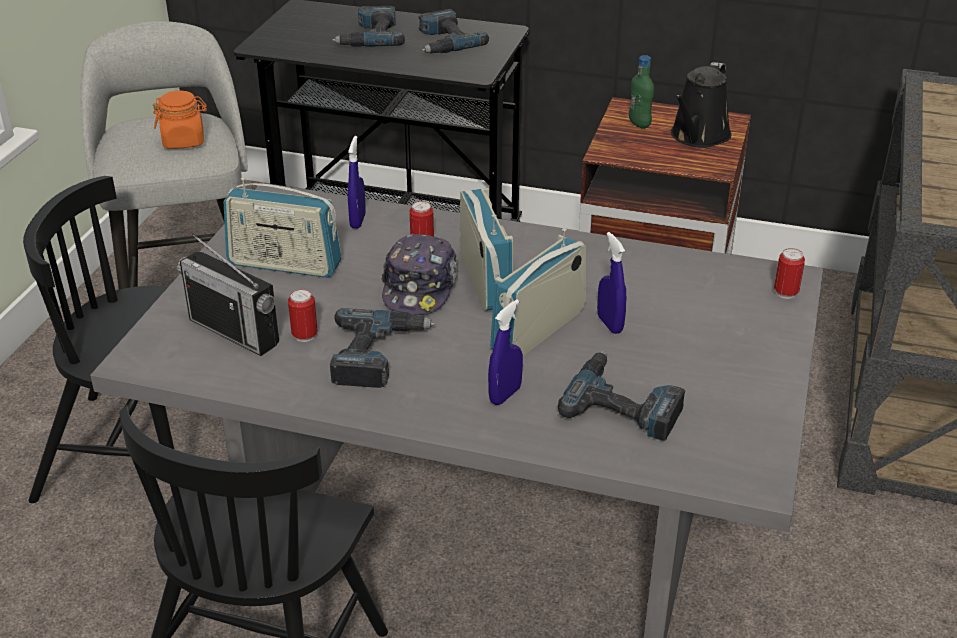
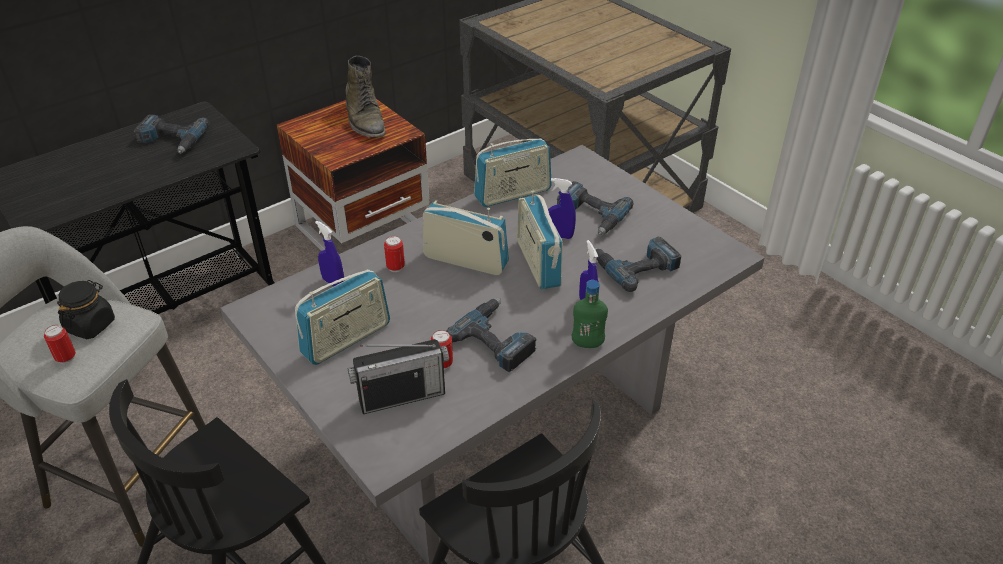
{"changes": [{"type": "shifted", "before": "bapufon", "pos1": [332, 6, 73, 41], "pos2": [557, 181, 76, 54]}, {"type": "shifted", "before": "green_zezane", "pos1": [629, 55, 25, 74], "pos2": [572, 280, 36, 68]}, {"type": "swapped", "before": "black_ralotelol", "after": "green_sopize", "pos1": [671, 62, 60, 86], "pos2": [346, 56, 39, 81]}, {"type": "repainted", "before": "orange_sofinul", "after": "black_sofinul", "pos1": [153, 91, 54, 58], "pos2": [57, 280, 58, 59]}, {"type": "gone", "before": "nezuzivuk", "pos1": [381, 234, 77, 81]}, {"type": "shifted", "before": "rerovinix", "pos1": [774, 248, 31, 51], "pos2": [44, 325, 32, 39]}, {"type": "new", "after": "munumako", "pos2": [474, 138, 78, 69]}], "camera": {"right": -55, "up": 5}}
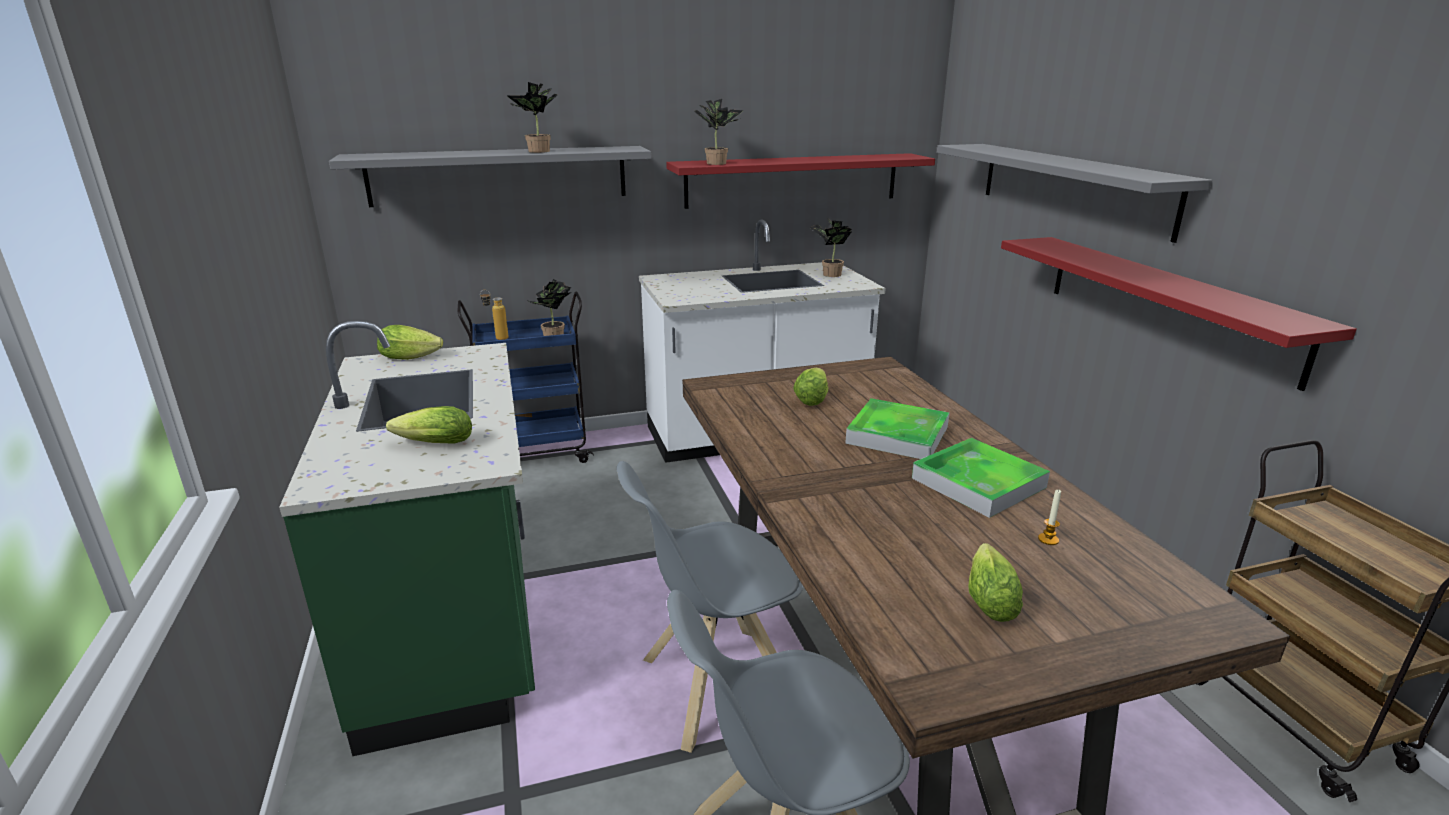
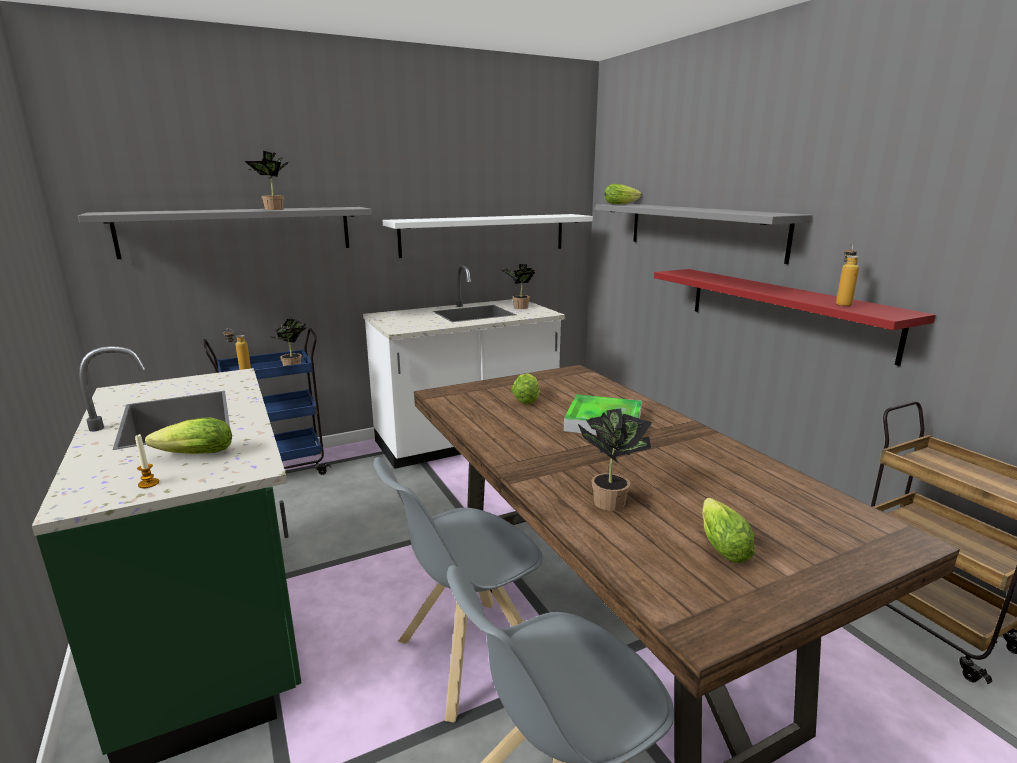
{"changes": [{"type": "shifted", "before": "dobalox", "pos1": [694, 99, 50, 66], "pos2": [578, 408, 74, 103]}, {"type": "repainted", "before": "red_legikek", "after": "white_legikek", "pos1": [666, 153, 269, 56], "pos2": [383, 214, 210, 44]}, {"type": "shifted", "before": "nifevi", "pos1": [377, 325, 66, 35], "pos2": [604, 184, 37, 20]}, {"type": "gone", "before": "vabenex", "pos1": [912, 438, 138, 80]}, {"type": "shifted", "before": "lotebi", "pos1": [1038, 489, 23, 56], "pos2": [135, 434, 24, 54]}, {"type": "new", "after": "zezane", "pos2": [836, 244, 23, 62]}], "camera": {"right": -10, "up": -5}}
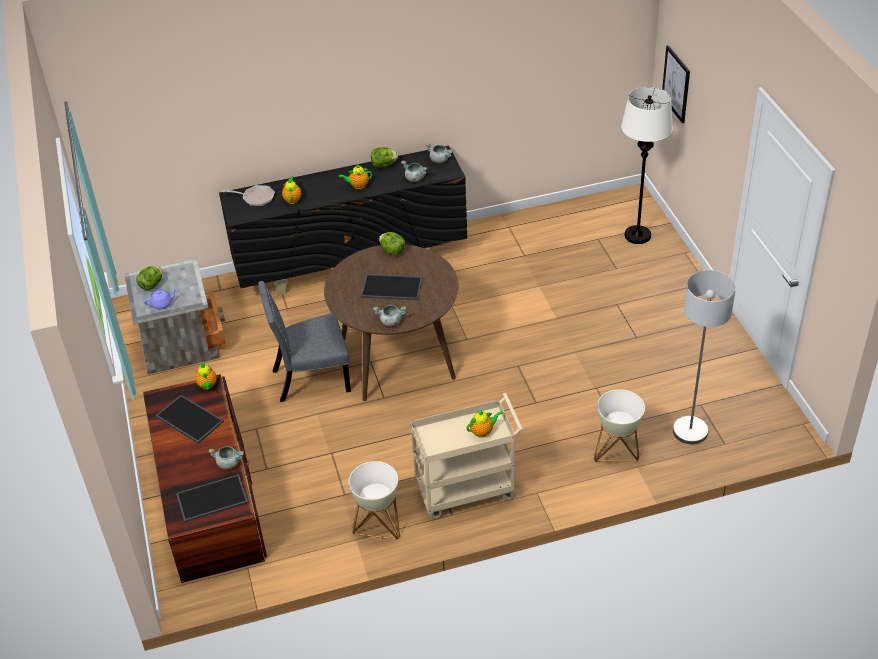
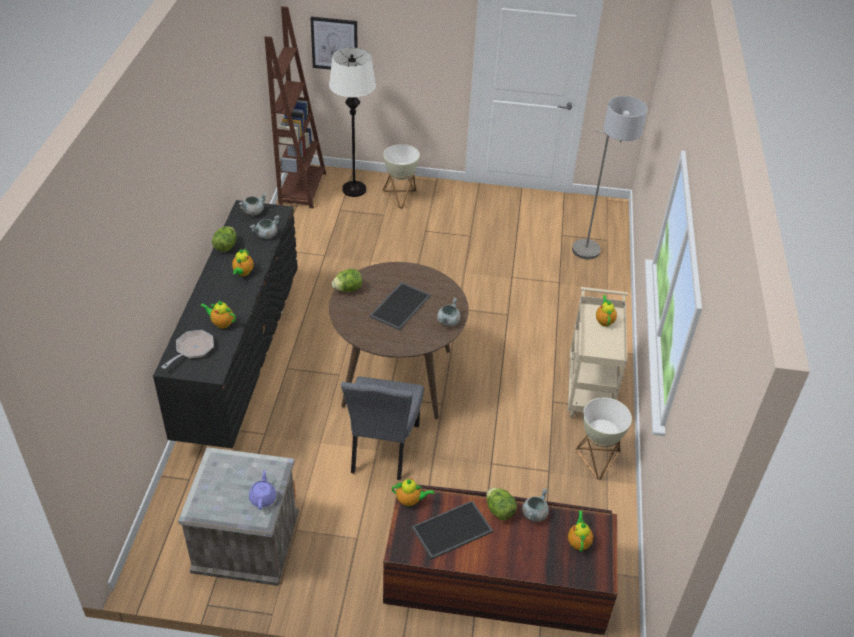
{"changes": [{"type": "shifted", "before": "nifevi", "pos1": [136, 266, 27, 24], "pos2": [486, 488, 31, 32]}, {"type": "shifted", "before": "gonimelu", "pos1": [594, 389, 51, 73], "pos2": [382, 144, 38, 65]}, {"type": "swapped", "before": "vabenex", "after": "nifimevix", "pos1": [176, 474, 72, 48], "pos2": [568, 511, 25, 41]}, {"type": "new", "after": "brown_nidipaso", "pos2": [265, 6, 61, 202]}], "camera": {"right": -70, "up": 0}}
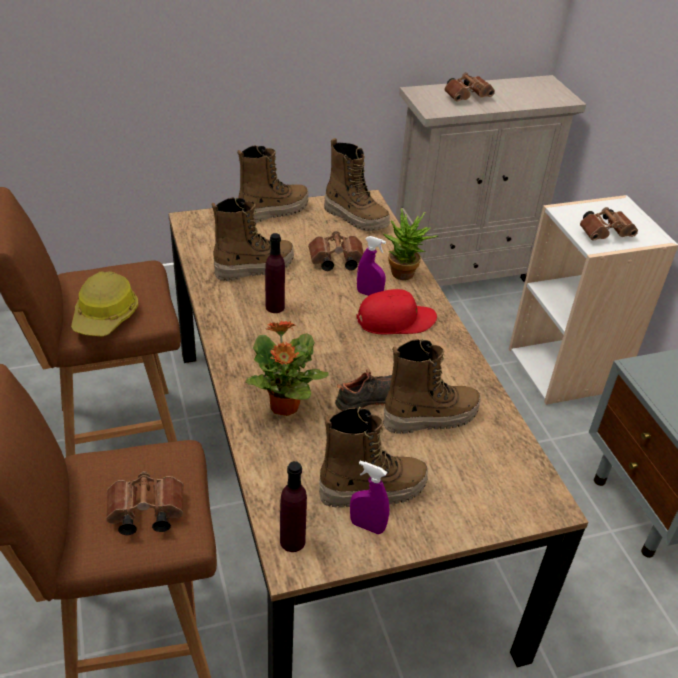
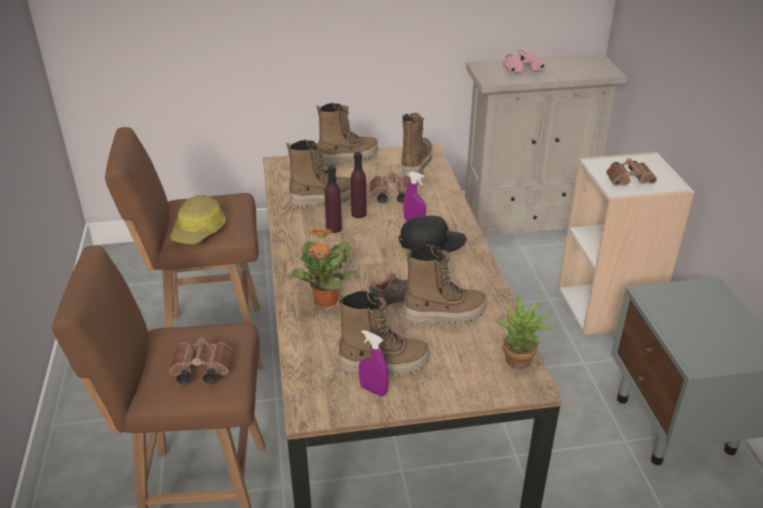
{"changes": [{"type": "repainted", "before": "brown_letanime", "after": "pink_letanime", "pos1": [445, 73, 50, 29], "pos2": [503, 50, 43, 23]}, {"type": "rotated", "before": "sopize", "pos1": [324, 138, 66, 93], "pos2": [401, 113, 31, 64], "turn": -120}, {"type": "shifted", "before": "dobalox", "pos1": [383, 208, 55, 72], "pos2": [496, 293, 62, 76]}, {"type": "repainted", "before": "red_nezuzivuk", "after": "black_nezuzivuk", "pos1": [356, 289, 81, 45], "pos2": [399, 216, 67, 36]}, {"type": "shifted", "before": "purple_zezane", "pos1": [280, 461, 27, 91], "pos2": [351, 152, 16, 66]}], "camera": {"right": 10, "up": -5}}
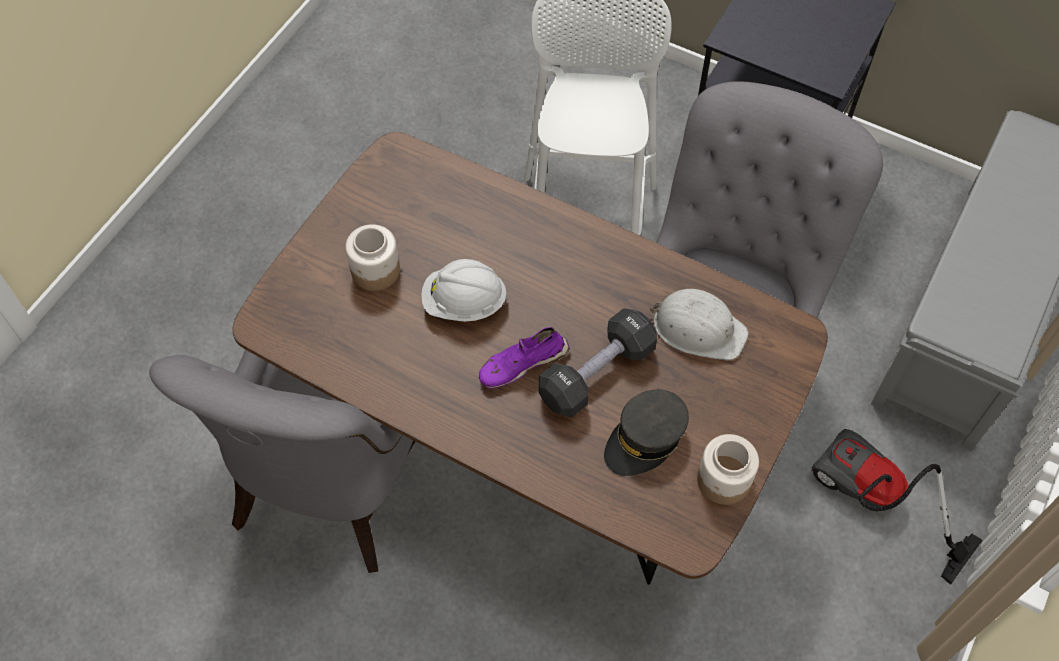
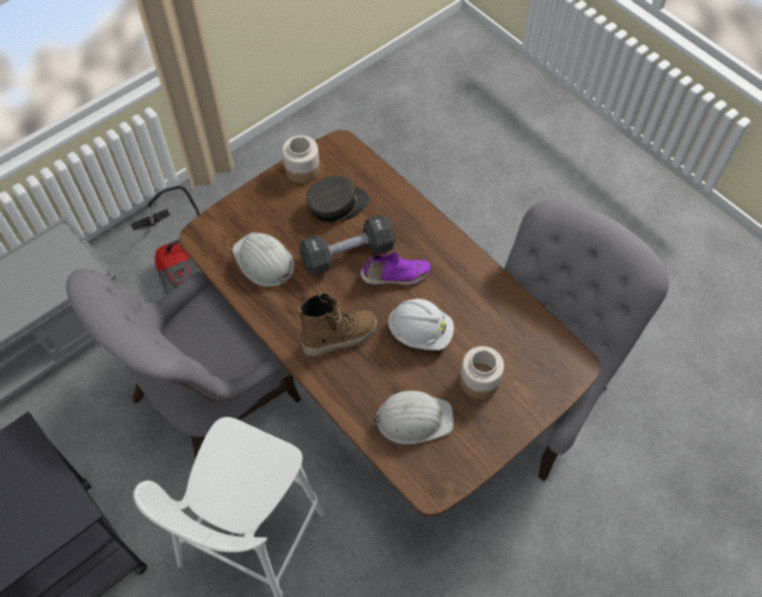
{"changes": [{"type": "new", "after": "sopize", "pos2": [297, 292, 80, 65]}, {"type": "new", "after": "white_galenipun", "pos2": [372, 391, 82, 53]}], "camera": {"right": -160, "up": 0}}
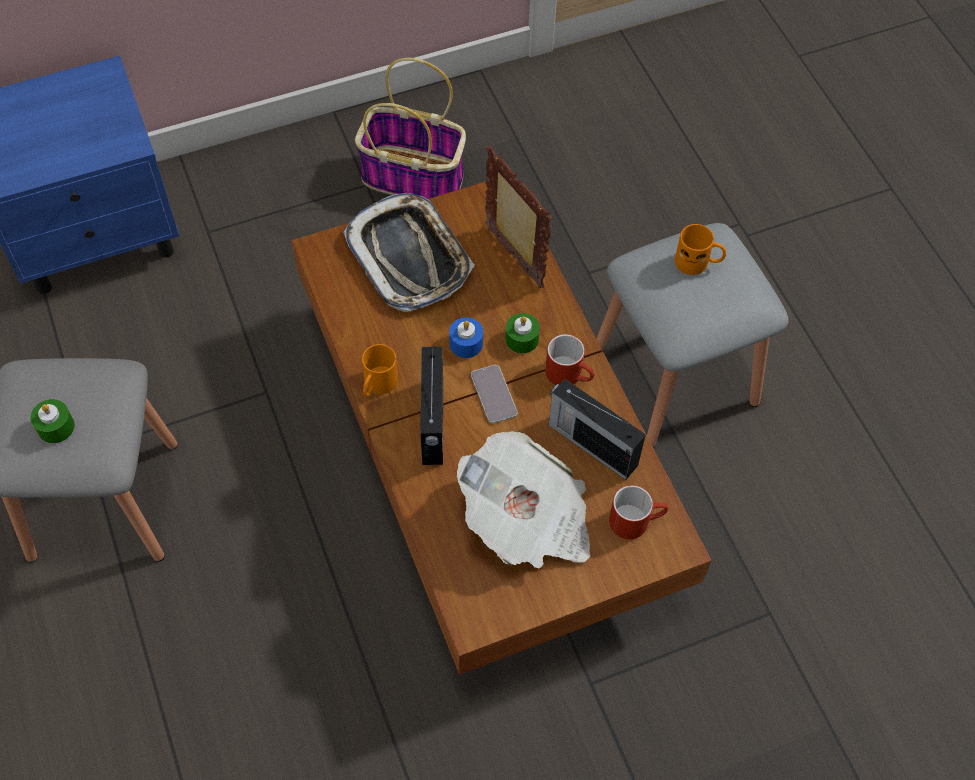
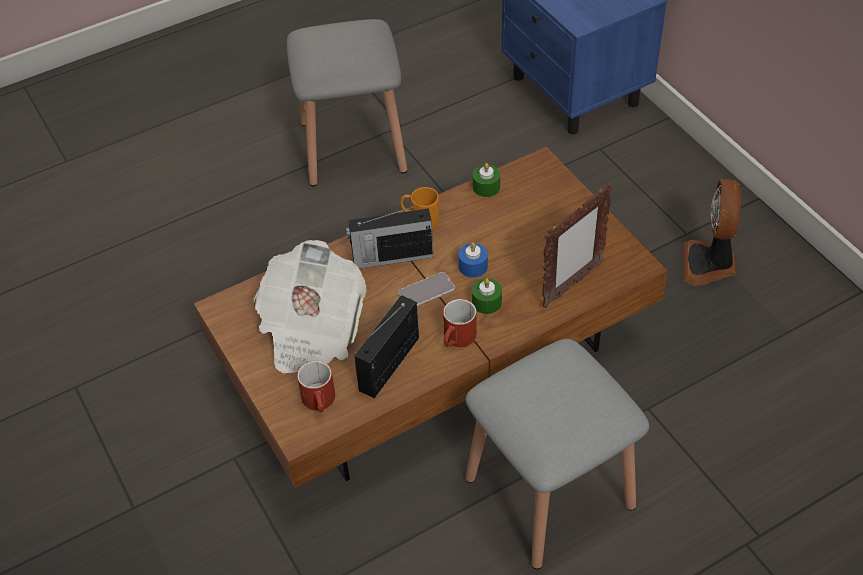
{"changes": [{"type": "swapped", "before": "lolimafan", "after": "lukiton", "pos1": [355, 58, 111, 141], "pos2": [683, 179, 58, 107]}, {"type": "gone", "before": "vabenex", "pos1": [343, 193, 131, 119]}, {"type": "gone", "before": "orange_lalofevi", "pos1": [675, 224, 51, 51]}, {"type": "shifted", "before": "green_lotebi", "pos1": [30, 399, 45, 44], "pos2": [473, 163, 27, 34]}], "camera": {"right": 85, "up": -10}}
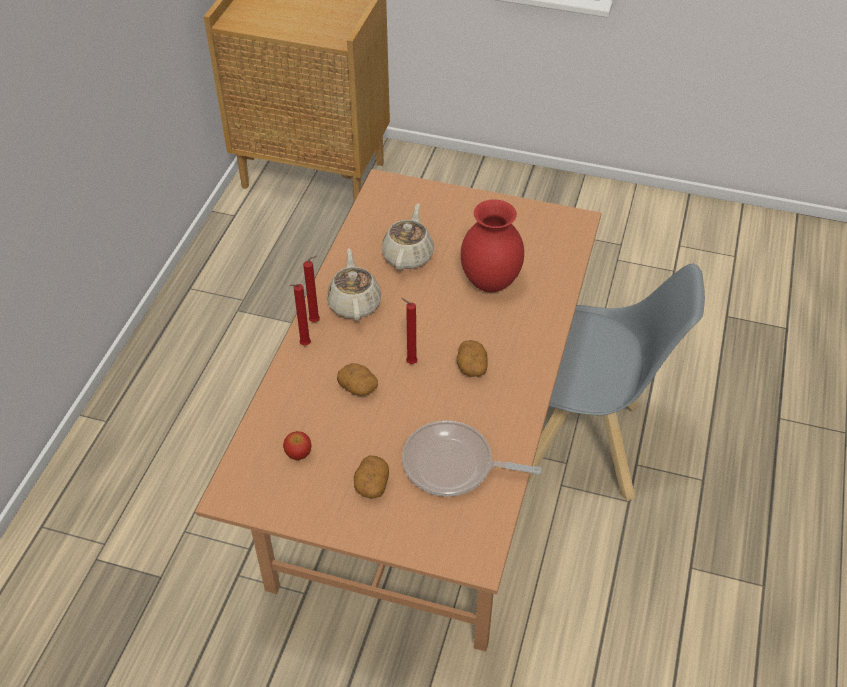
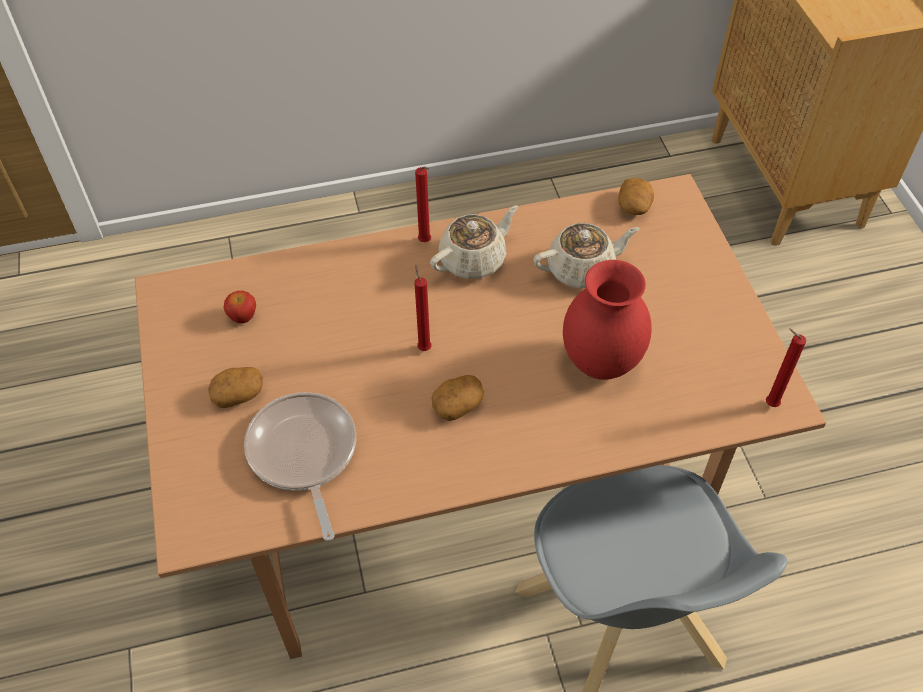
{"changes": [{"type": "shifted", "before": "red_lotebi", "pos1": [290, 284, 21, 62], "pos2": [766, 328, 40, 79]}, {"type": "shifted", "before": "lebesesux", "pos1": [337, 363, 41, 33], "pos2": [618, 178, 36, 37]}], "camera": {"right": 60, "up": 5}}
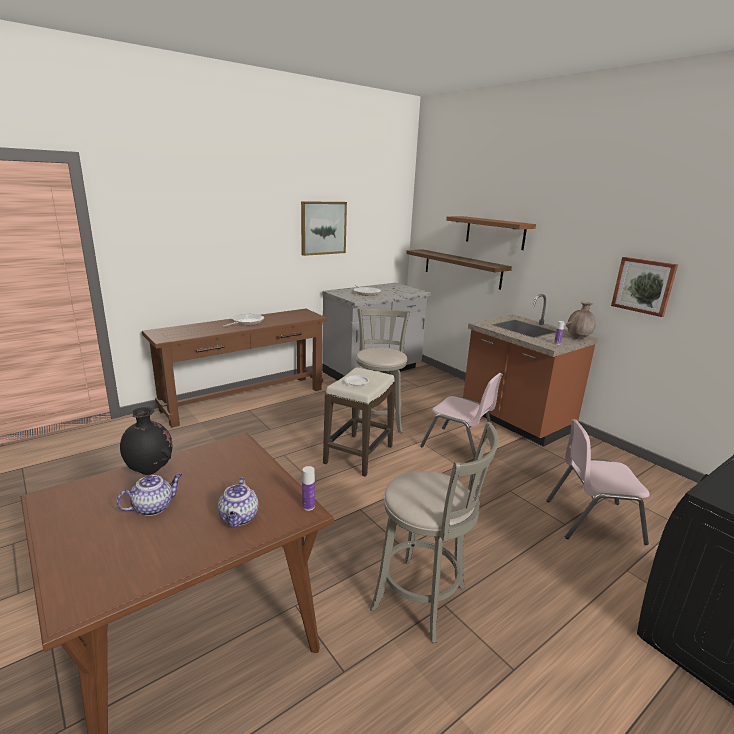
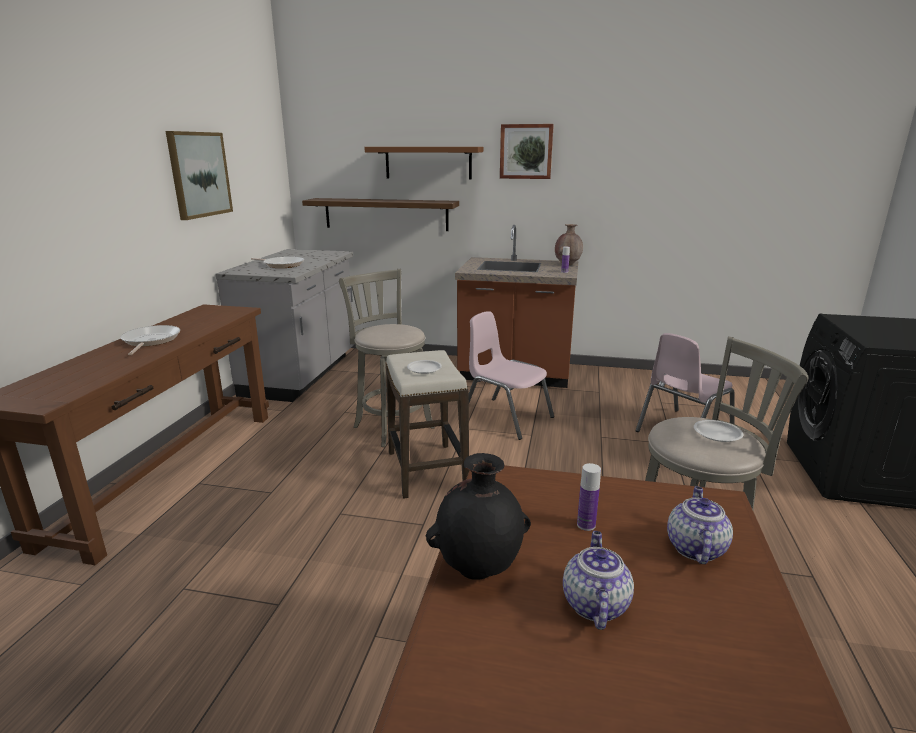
{"changes": [{"type": "shifted", "before": "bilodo", "pos1": [611, 257, 67, 60], "pos2": [500, 124, 54, 55]}, {"type": "rotated", "before": "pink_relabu", "pos1": [420, 373, 83, 86], "pos2": [469, 311, 85, 129], "turn": -135}, {"type": "shifted", "before": "zezane", "pos1": [302, 466, 13, 45], "pos2": [577, 463, 24, 68]}, {"type": "rotated", "before": "nifimevix", "pos1": [218, 477, 41, 50], "pos2": [667, 486, 66, 78], "turn": -120}, {"type": "new", "after": "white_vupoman", "pos2": [694, 420, 49, 22]}], "camera": {"right": -40, "up": 0}}
